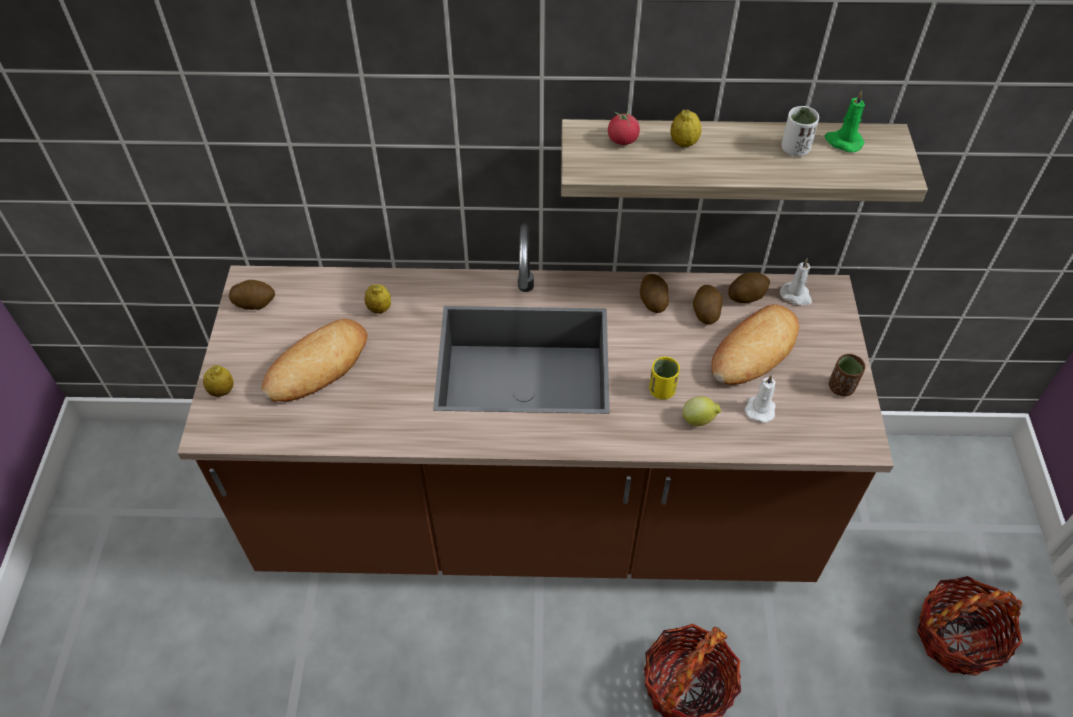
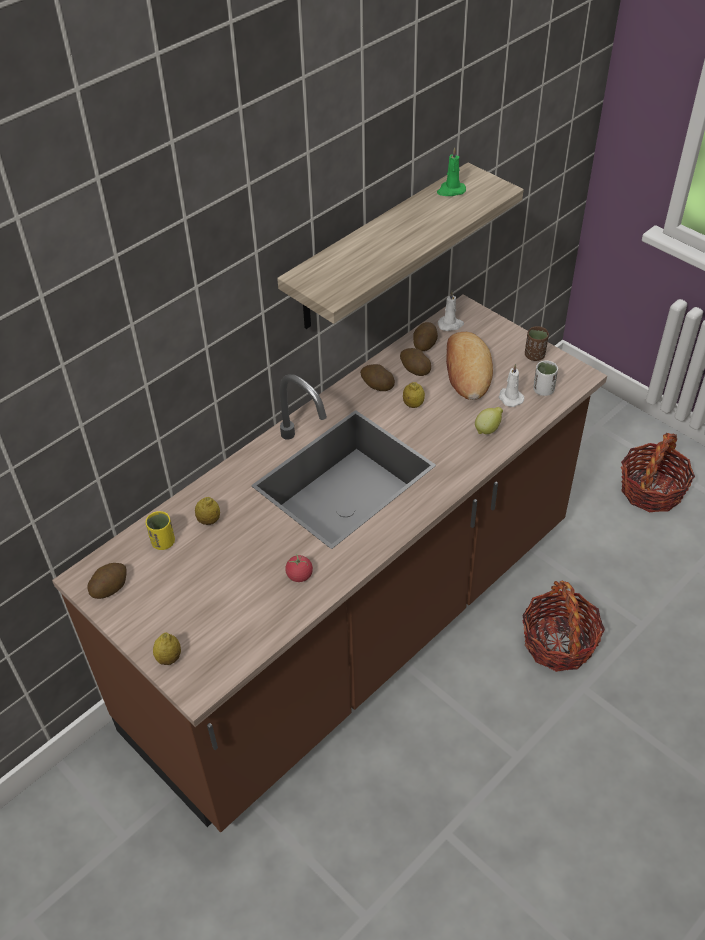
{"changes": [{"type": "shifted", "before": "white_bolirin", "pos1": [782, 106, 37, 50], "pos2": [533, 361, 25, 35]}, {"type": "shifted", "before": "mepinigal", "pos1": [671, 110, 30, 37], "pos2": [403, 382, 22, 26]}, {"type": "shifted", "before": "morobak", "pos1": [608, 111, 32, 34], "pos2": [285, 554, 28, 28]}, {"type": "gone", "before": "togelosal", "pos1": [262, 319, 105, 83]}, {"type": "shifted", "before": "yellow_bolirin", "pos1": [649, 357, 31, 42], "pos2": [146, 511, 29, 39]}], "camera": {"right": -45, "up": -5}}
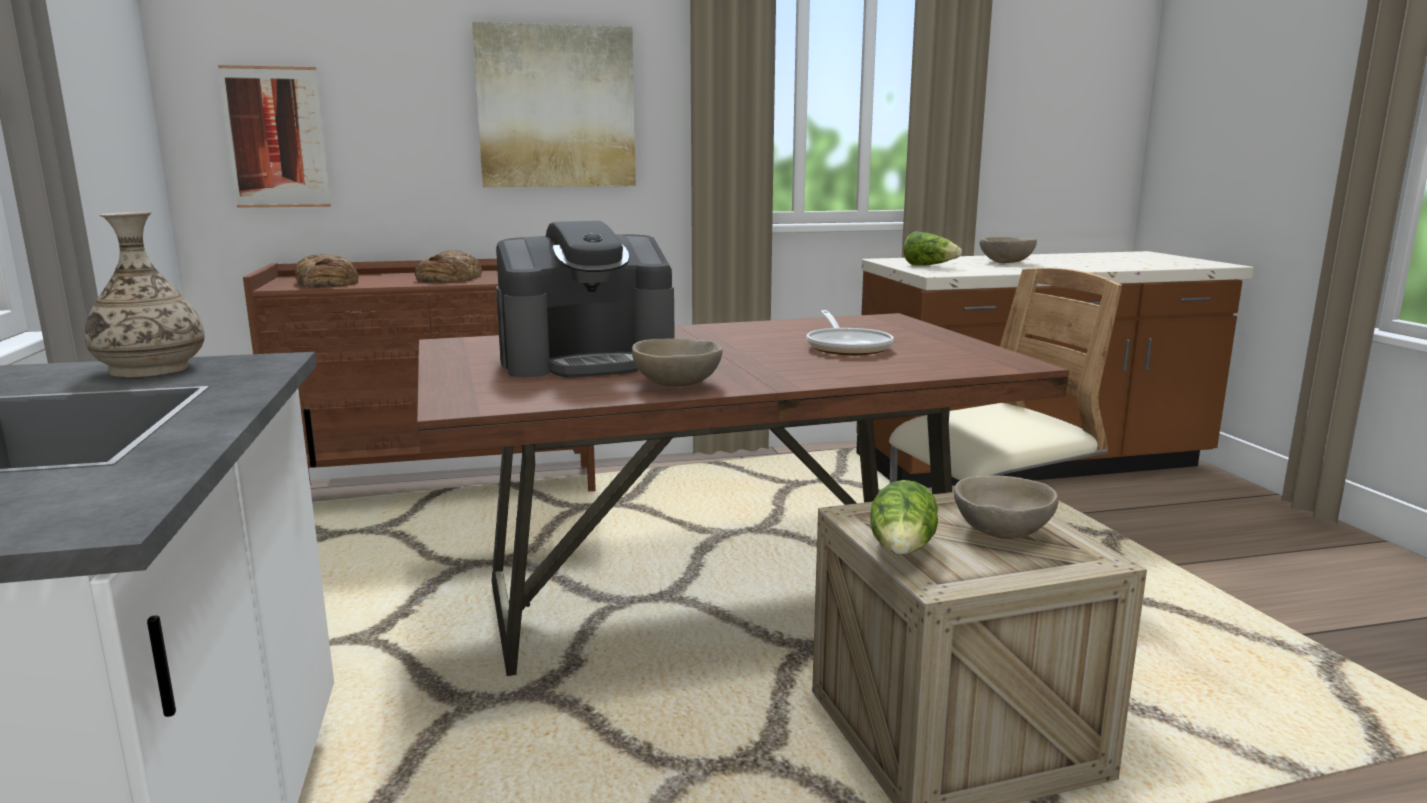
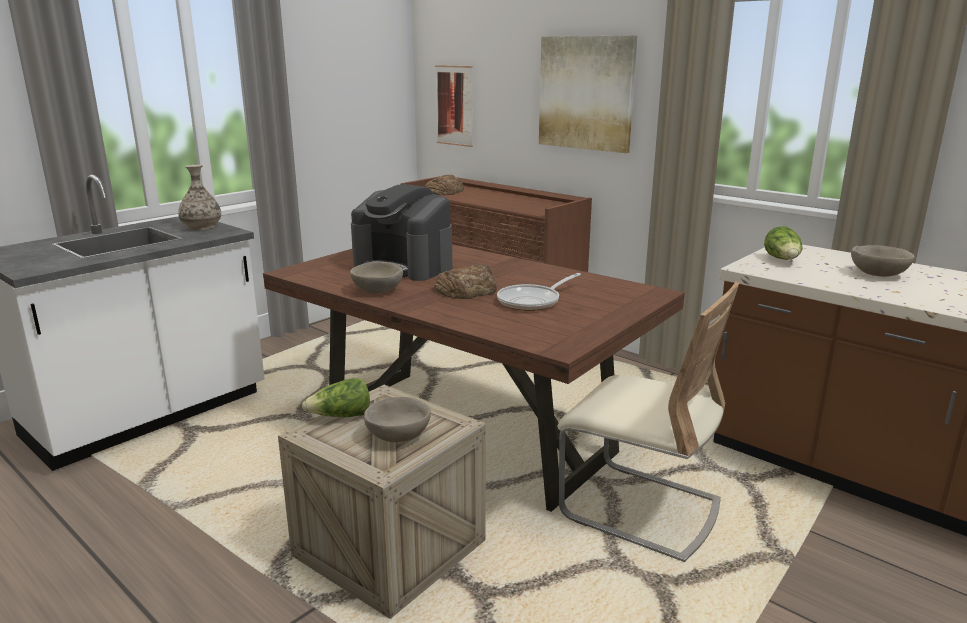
{"changes": [{"type": "shifted", "before": "togelosal", "pos1": [415, 250, 67, 32], "pos2": [434, 264, 63, 35]}], "camera": {"right": 55, "up": 5}}
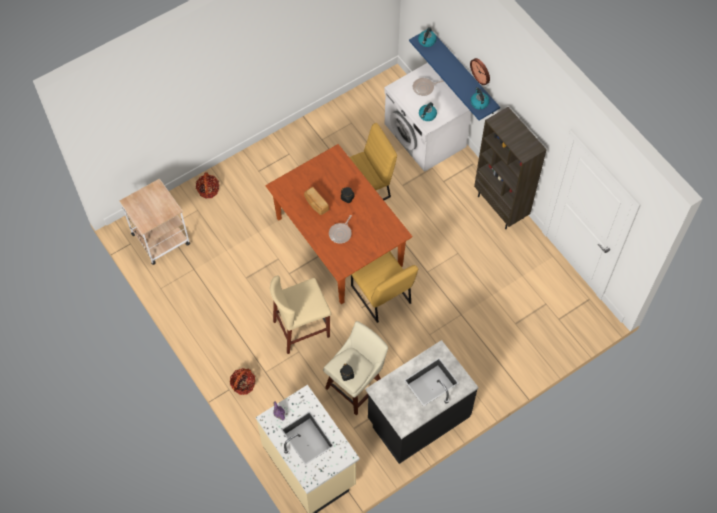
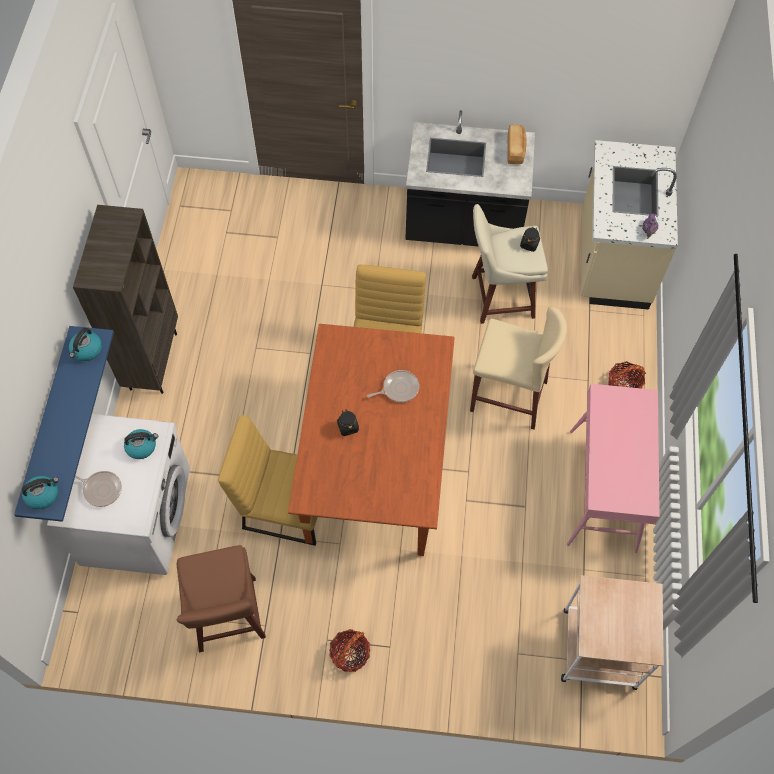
{"changes": [{"type": "gone", "before": "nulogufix", "pos1": [470, 58, 20, 27]}, {"type": "shifted", "before": "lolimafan", "pos1": [196, 172, 23, 27], "pos2": [329, 629, 41, 43]}, {"type": "shifted", "before": "togelosal", "pos1": [304, 187, 25, 28], "pos2": [507, 125, 20, 39]}, {"type": "new", "after": "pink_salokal", "pos2": [567, 384, 93, 169]}, {"type": "new", "after": "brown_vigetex", "pos2": [177, 545, 89, 108]}], "camera": {"right": -140, "up": 0}}
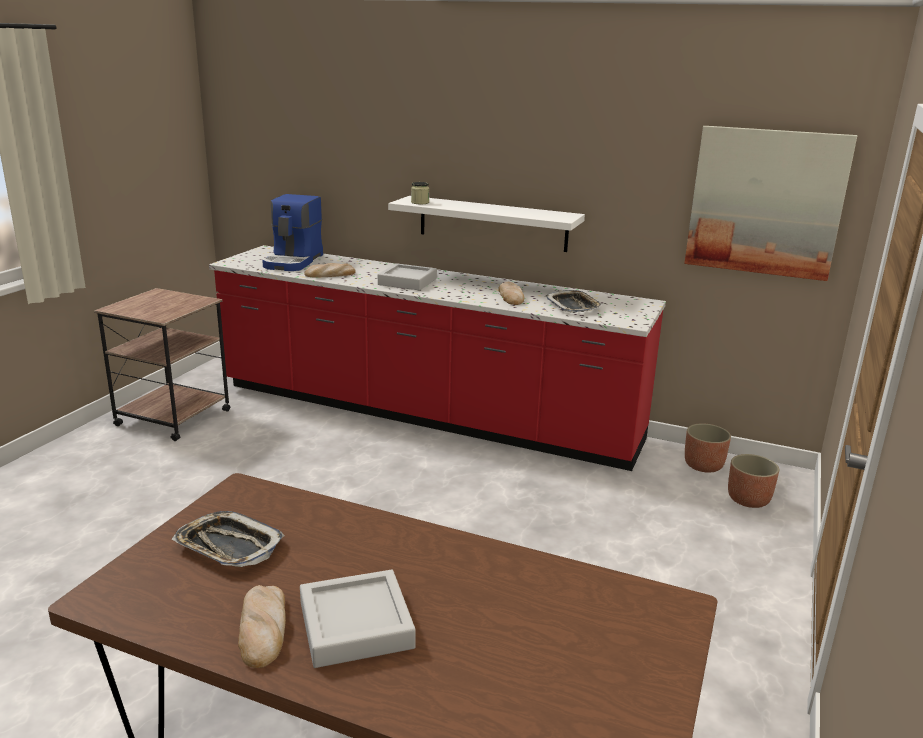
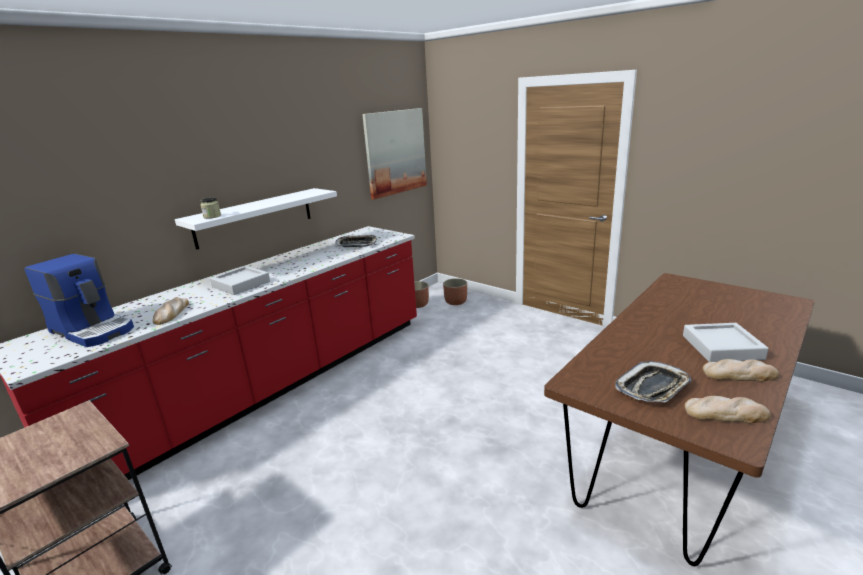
{"changes": [{"type": "shifted", "before": "togelosal", "pos1": [498, 282, 26, 23], "pos2": [684, 396, 87, 28]}], "camera": {"right": -70, "up": 0}}
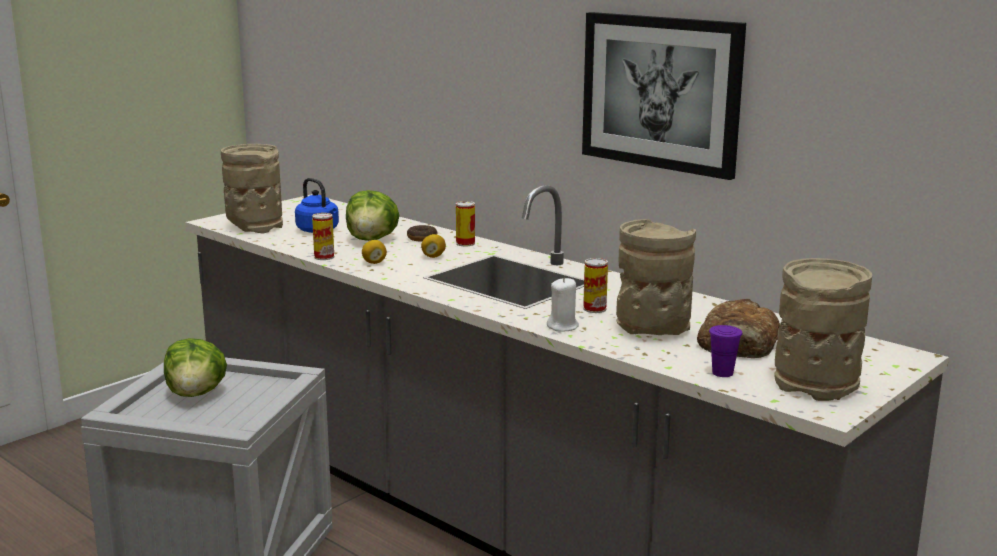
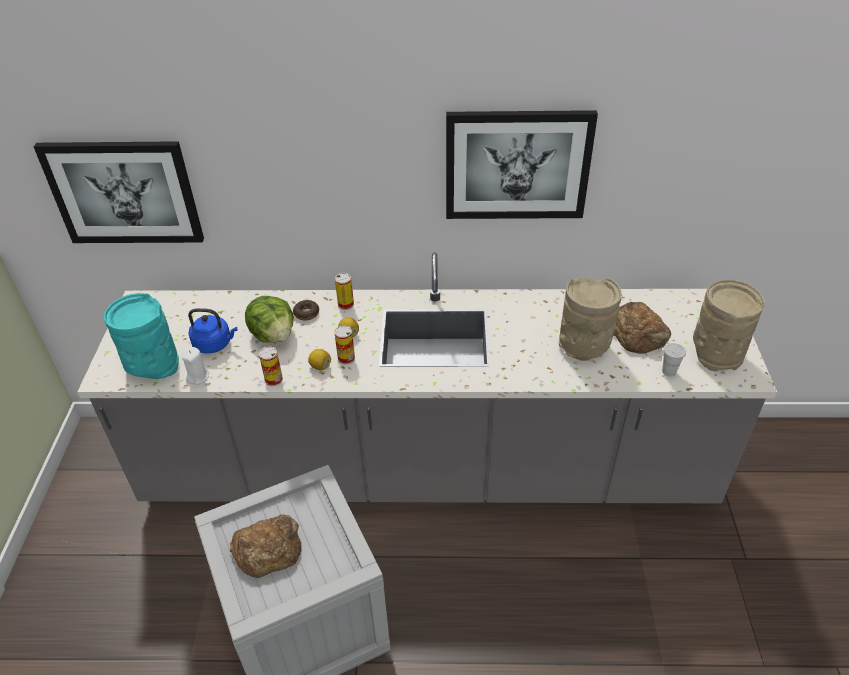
{"changes": [{"type": "repainted", "before": "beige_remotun", "after": "turquoise_remotun", "pos1": [221, 144, 62, 90], "pos2": [104, 293, 75, 86]}, {"type": "shifted", "before": "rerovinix", "pos1": [583, 258, 25, 55], "pos2": [334, 325, 21, 40]}, {"type": "shifted", "before": "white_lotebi", "pos1": [547, 277, 32, 55], "pos2": [182, 347, 27, 38]}, {"type": "repainted", "before": "purple_bolirin", "after": "white_bolirin", "pos1": [709, 325, 33, 52], "pos2": [662, 343, 24, 34]}, {"type": "swapped", "before": "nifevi", "after": "togelosal", "pos1": [164, 338, 63, 59], "pos2": [230, 515, 72, 63]}, {"type": "new", "after": "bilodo", "pos2": [33, 141, 171, 102]}], "camera": {"right": -40, "up": 25}}
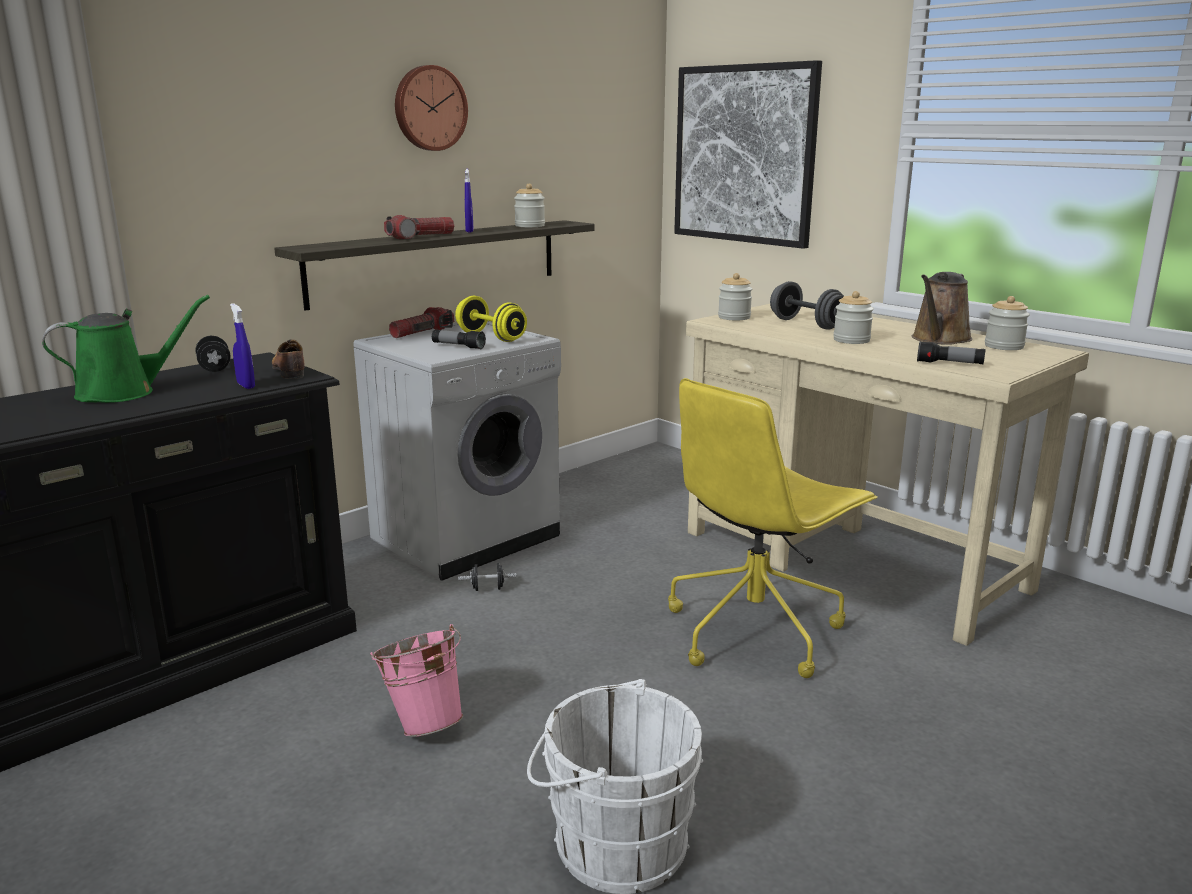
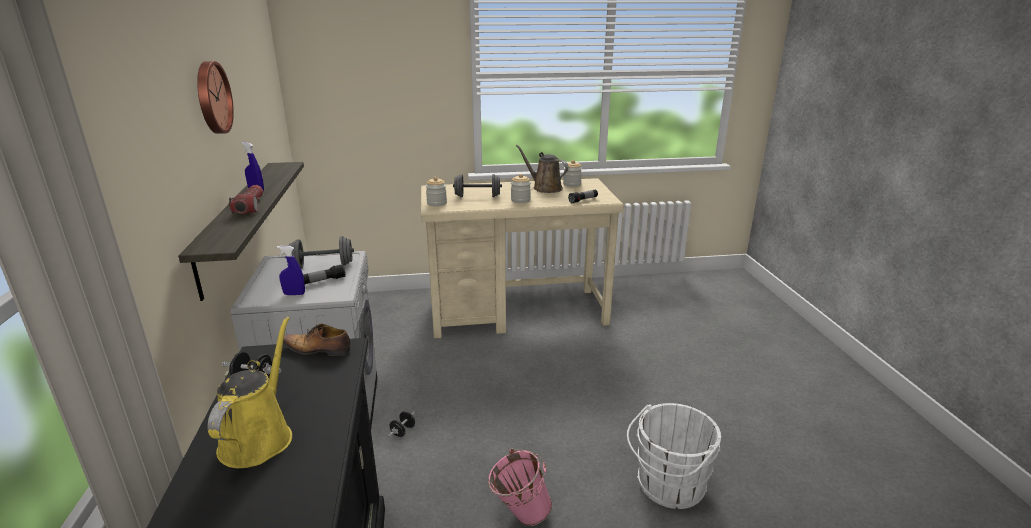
{"changes": [{"type": "gone", "before": "bilodo", "pos1": [674, 60, 148, 189]}, {"type": "gone", "before": "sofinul", "pos1": [514, 184, 31, 43]}, {"type": "rotated", "before": "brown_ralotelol", "pos1": [912, 272, 60, 73], "pos2": [516, 145, 53, 48], "turn": 150}, {"type": "repainted", "before": "green_ralotelol", "after": "yellow_ralotelol", "pos1": [42, 295, 168, 108], "pos2": [207, 317, 85, 151]}, {"type": "repainted", "before": "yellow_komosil", "after": "grey_komosil", "pos1": [455, 296, 72, 46], "pos2": [289, 236, 65, 33]}, {"type": "shifted", "before": "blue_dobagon", "pos1": [230, 303, 25, 86], "pos2": [277, 246, 28, 49]}, {"type": "gone", "before": "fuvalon", "pos1": [389, 307, 65, 31]}, {"type": "gone", "before": "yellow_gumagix", "pos1": [668, 378, 210, 300]}], "camera": {"right": -55, "up": 5}}
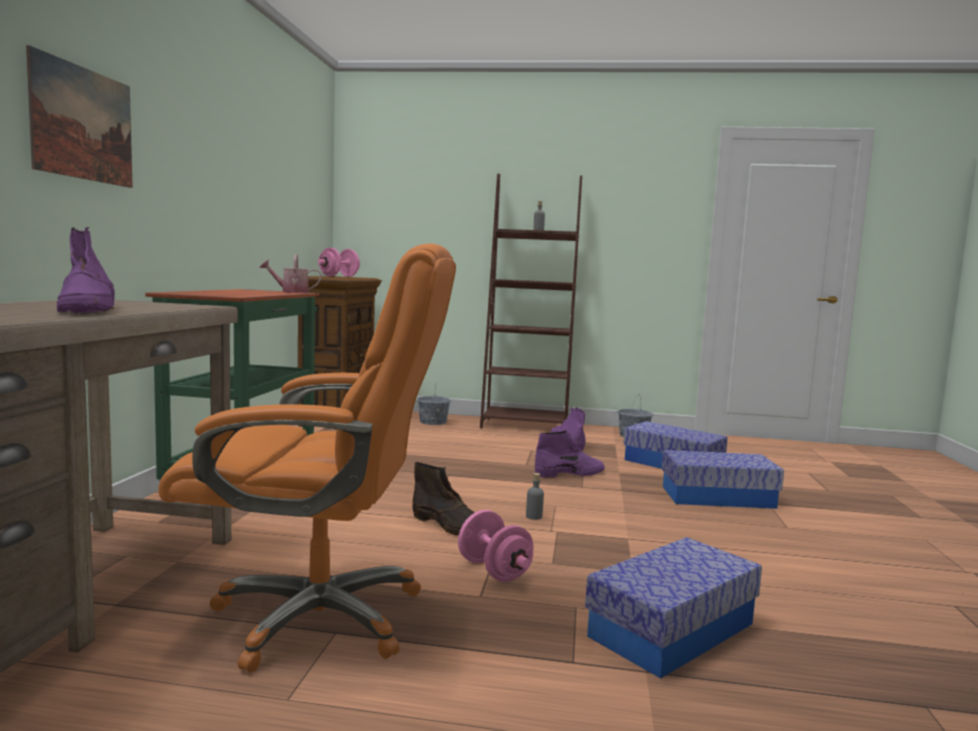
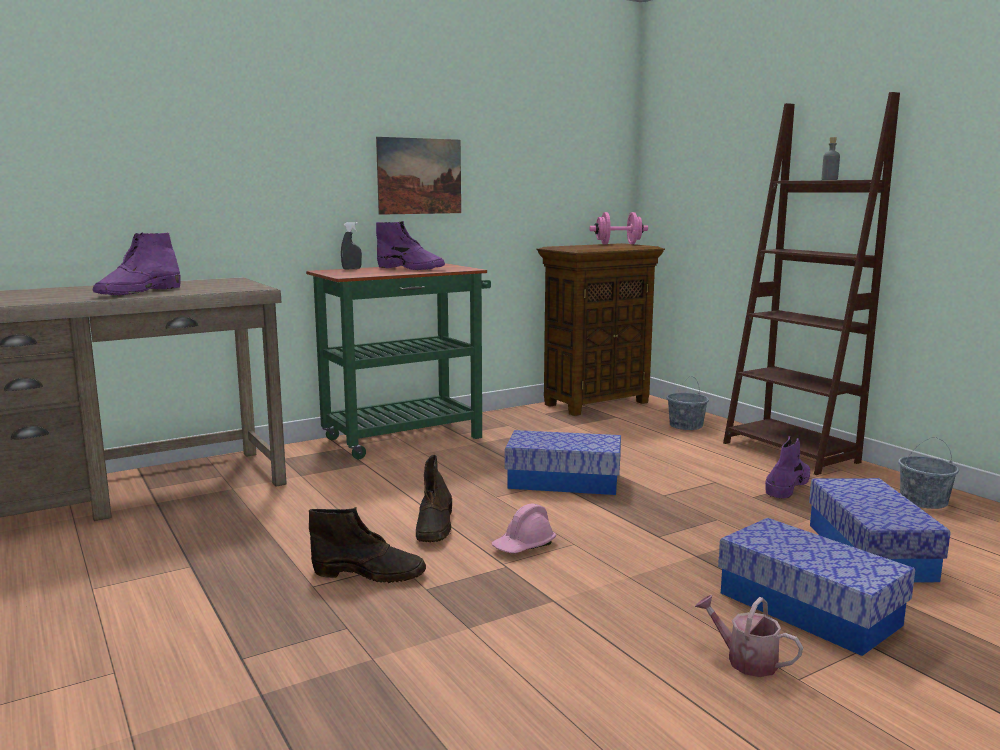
{"changes": [{"type": "shifted", "before": "bilodo", "pos1": [26, 45, 107, 143], "pos2": [376, 137, 85, 78]}, {"type": "gone", "before": "orange_gumagix", "pos1": [158, 244, 298, 428]}, {"type": "shifted", "before": "ralotelol", "pos1": [259, 254, 63, 39], "pos2": [695, 595, 108, 82]}, {"type": "shifted", "before": "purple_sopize", "pos1": [535, 430, 70, 48], "pos2": [376, 221, 69, 49]}, {"type": "swapped", "before": "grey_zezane", "after": "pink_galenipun", "pos1": [526, 473, 18, 47], "pos2": [491, 504, 65, 49]}, {"type": "swapped", "before": "pink_komosil", "after": "brown_sopize", "pos1": [458, 510, 75, 72], "pos2": [309, 507, 117, 76]}, {"type": "shifted", "before": "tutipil", "pos1": [585, 537, 177, 142], "pos2": [505, 430, 116, 65]}, {"type": "new", "after": "grey_dobagon", "pos2": [341, 222, 21, 47]}], "camera": {"right": 50, "up": 5}}
